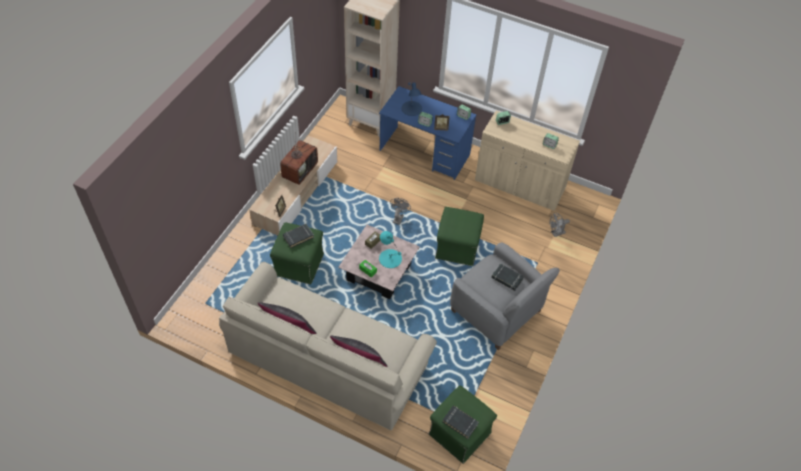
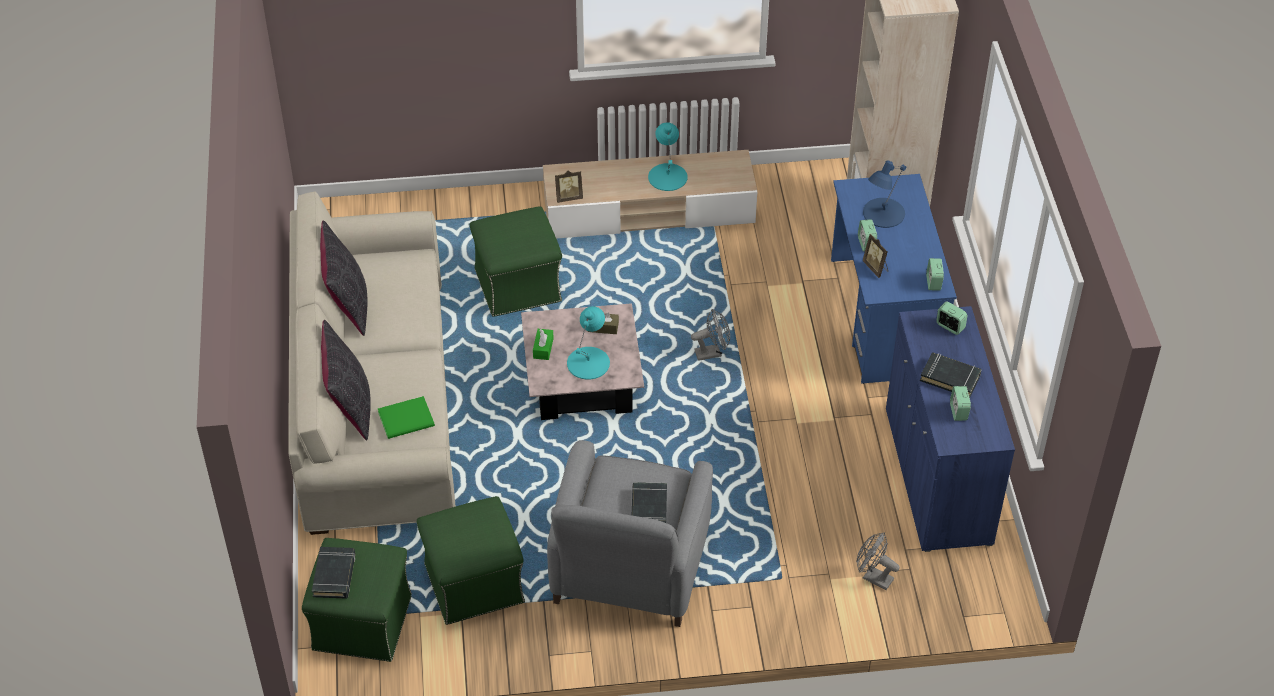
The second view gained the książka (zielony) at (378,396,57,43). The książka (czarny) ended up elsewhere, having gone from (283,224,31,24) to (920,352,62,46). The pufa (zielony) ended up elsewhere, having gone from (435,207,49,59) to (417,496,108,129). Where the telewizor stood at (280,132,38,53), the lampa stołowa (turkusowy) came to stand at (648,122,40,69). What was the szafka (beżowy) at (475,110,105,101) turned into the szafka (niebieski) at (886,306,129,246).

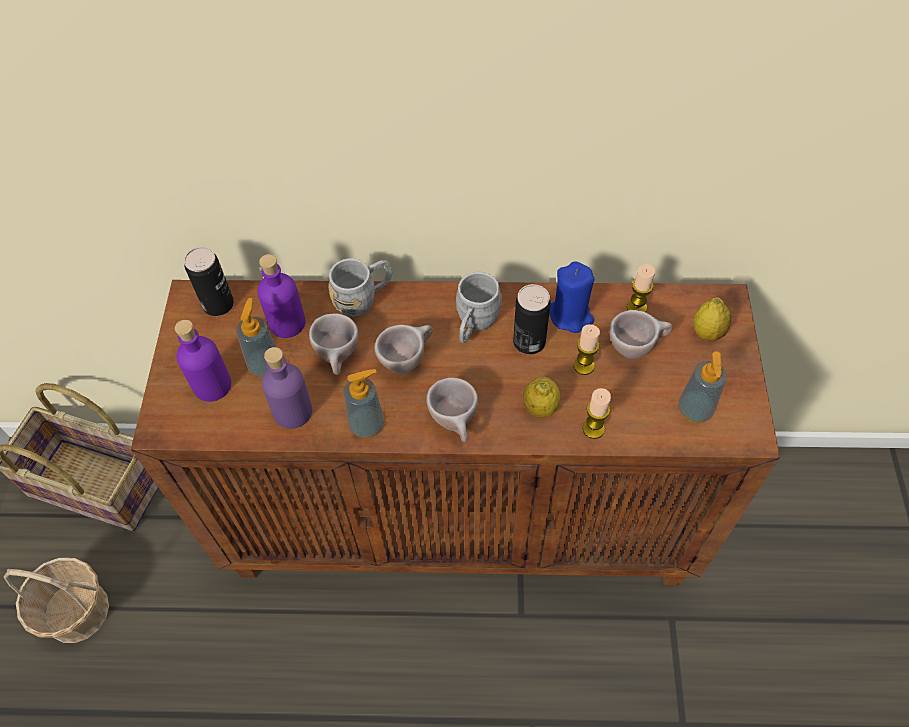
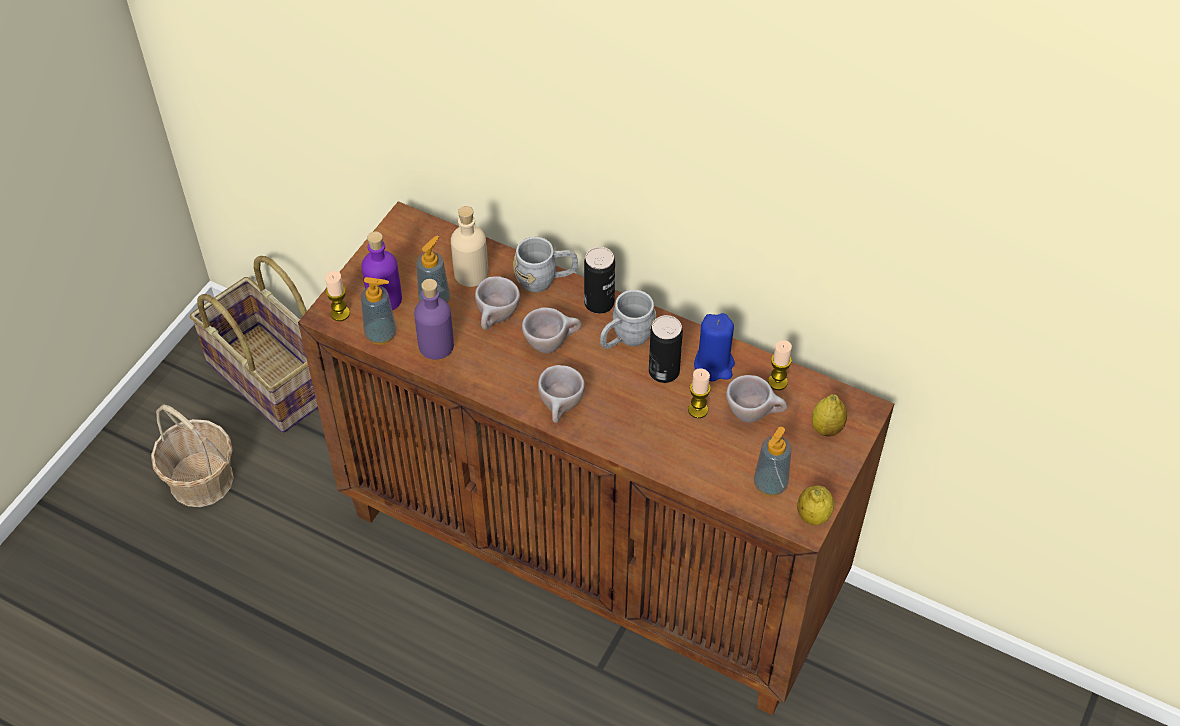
The puszka ended up elsewhere, having gone from (184,247,50,69) to (584,247,31,67). The dozownik mydła ended up elsewhere, having gone from (344,369,41,69) to (361,277,35,68). The cytryna ended up elsewhere, having gone from (523,377,37,41) to (797,486,37,39). The świeca ended up elsewhere, having gone from (583,388,28,51) to (325,271,25,50). What was the butelka (fioletowy) at (257,254,49,84) turned into the butelka (beżowy) at (451,206,37,81).

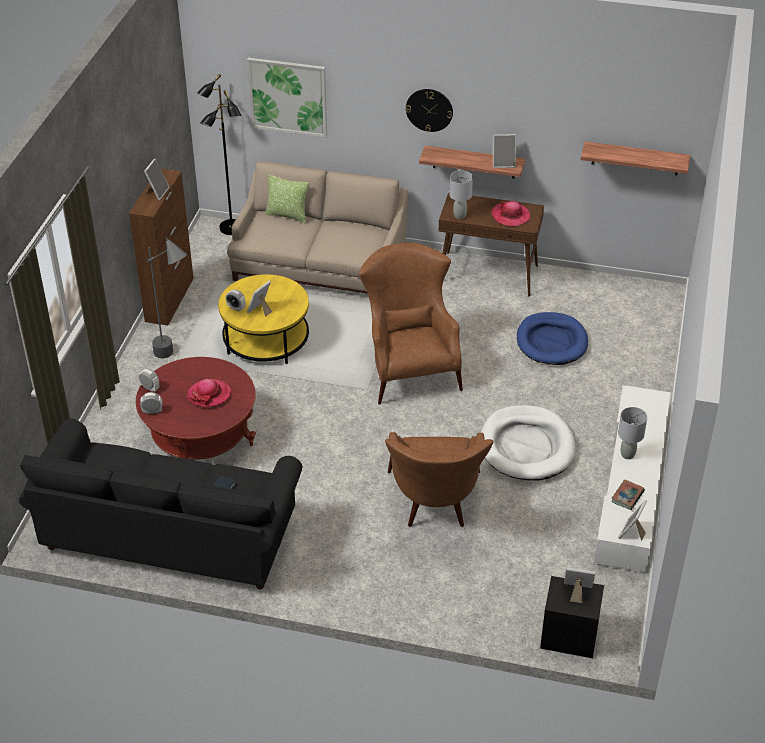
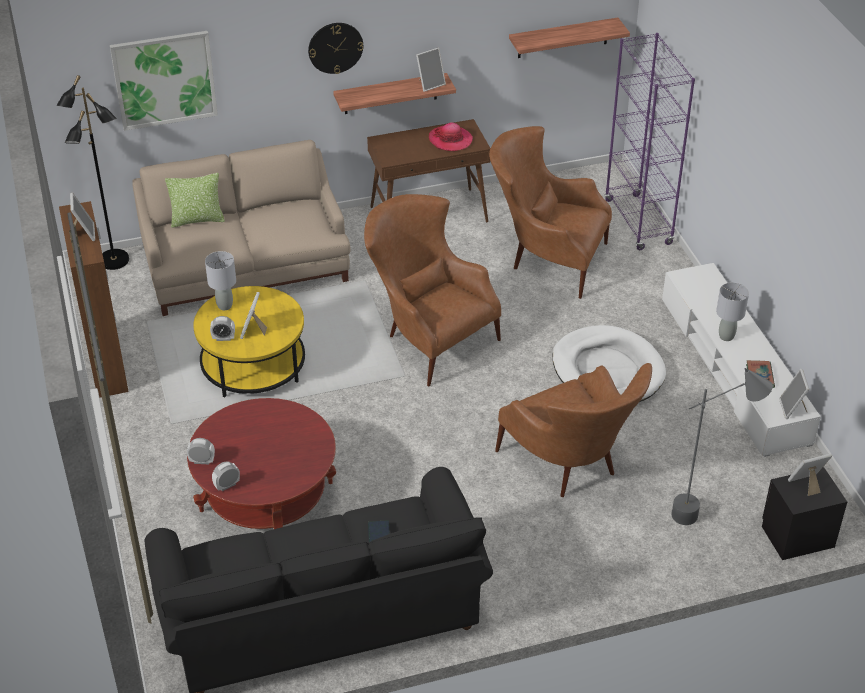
The second view lost the kapelusz at (187,379,44,28). The second view gained the regał (fioletowy) at (605,33,90,217). The lampa stojąca (szary) ended up elsewhere, having gone from (145,237,42,121) to (671,368,102,157). The lampa stołowa (szary) ended up elsewhere, having gone from (449,170,24,49) to (205,251,31,59). Where the legowisko (niebieski) stood at (517,312,71,53), the fotel (brązowy) came to stand at (489,126,123,173).

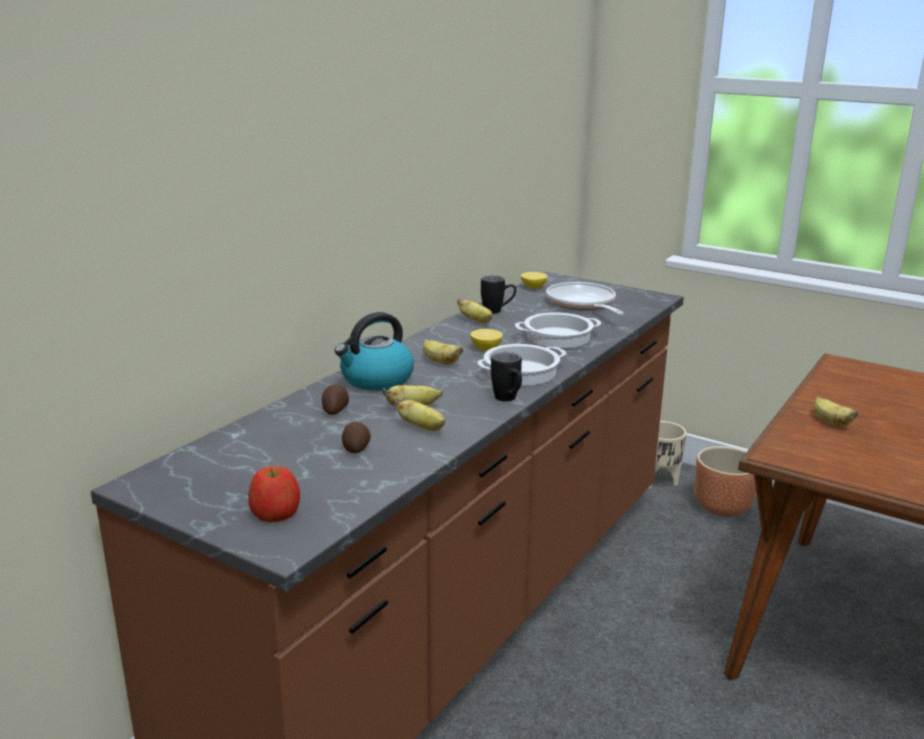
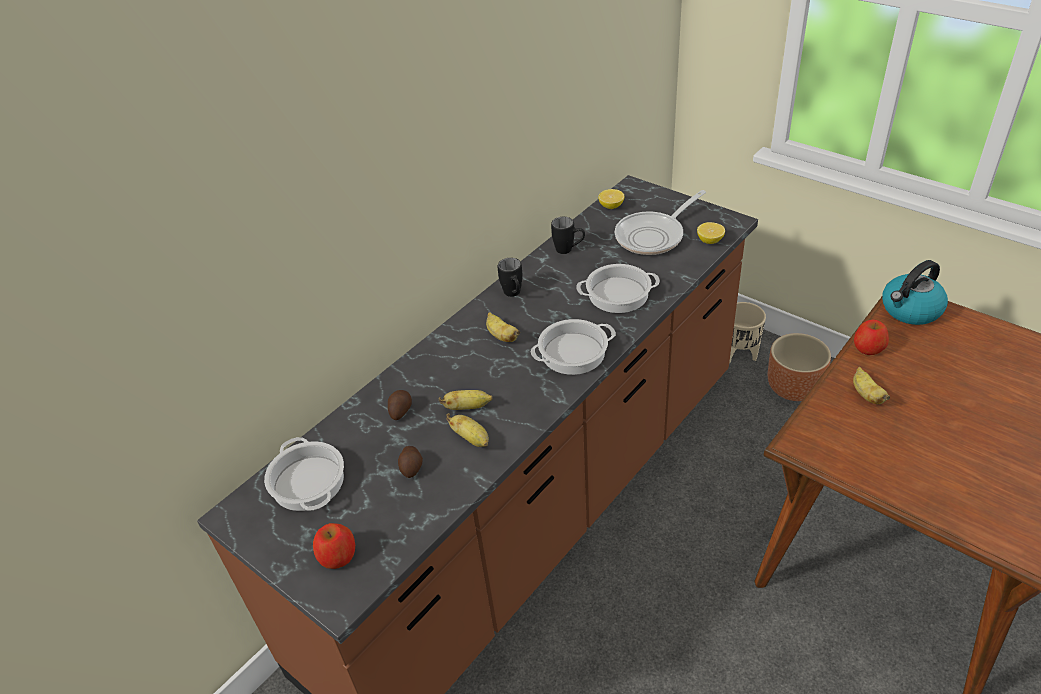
The second view lost the banan at (457,298,36,25). The second view gained the garnek at (264,437,80,74). The second view gained the jabłko at (854,320,35,35). The czajnik ended up elsewhere, having gone from (334,312,80,79) to (882,260,66,65). The cytryna ended up elsewhere, having gone from (470,329,33,21) to (697,222,28,22). The kubek (czarny) ended up elsewhere, having gone from (491,352,31,49) to (498,258,24,39). The patelnia at (546,282,78,33) ended up facing another way, 120 degrees counterclockwise from before.

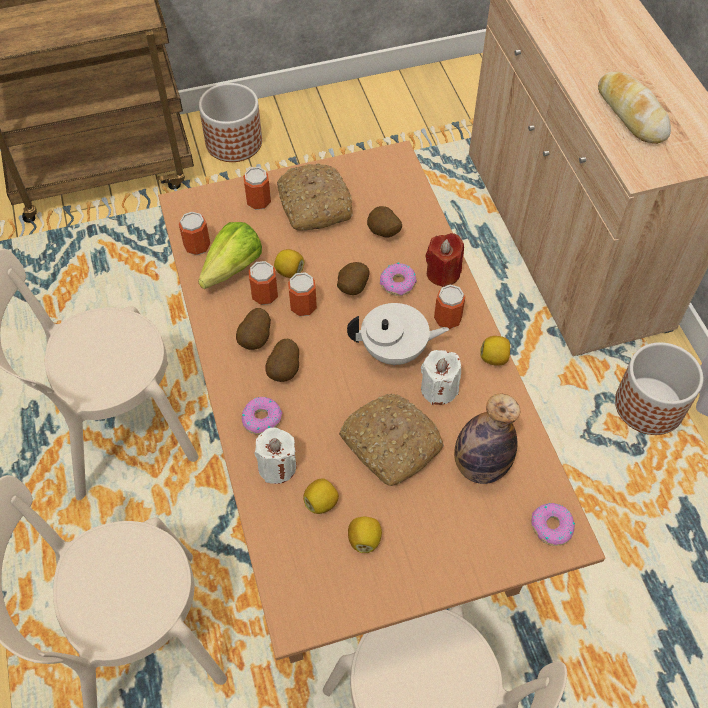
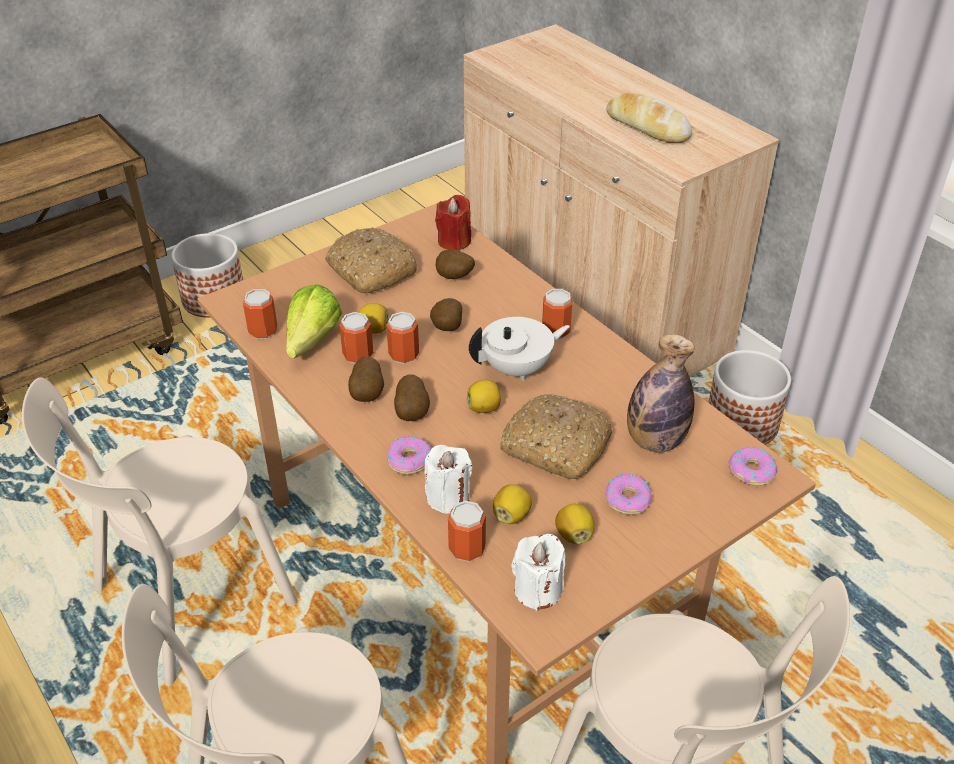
The puszka ended up elsewhere, having gone from (243,167,28,43) to (448,501,38,61). The donut ended up elsewhere, having gone from (380,263,37,33) to (605,474,47,40). The świeca (biały) ended up elsewhere, having gone from (421,350,40,55) to (511,534,54,77). The świeca (czerwony) ended up elsewhere, having gone from (425,233,39,54) to (435,195,36,56). The cytryna ended up elsewhere, having gone from (480,336,30,30) to (466,380,35,33).

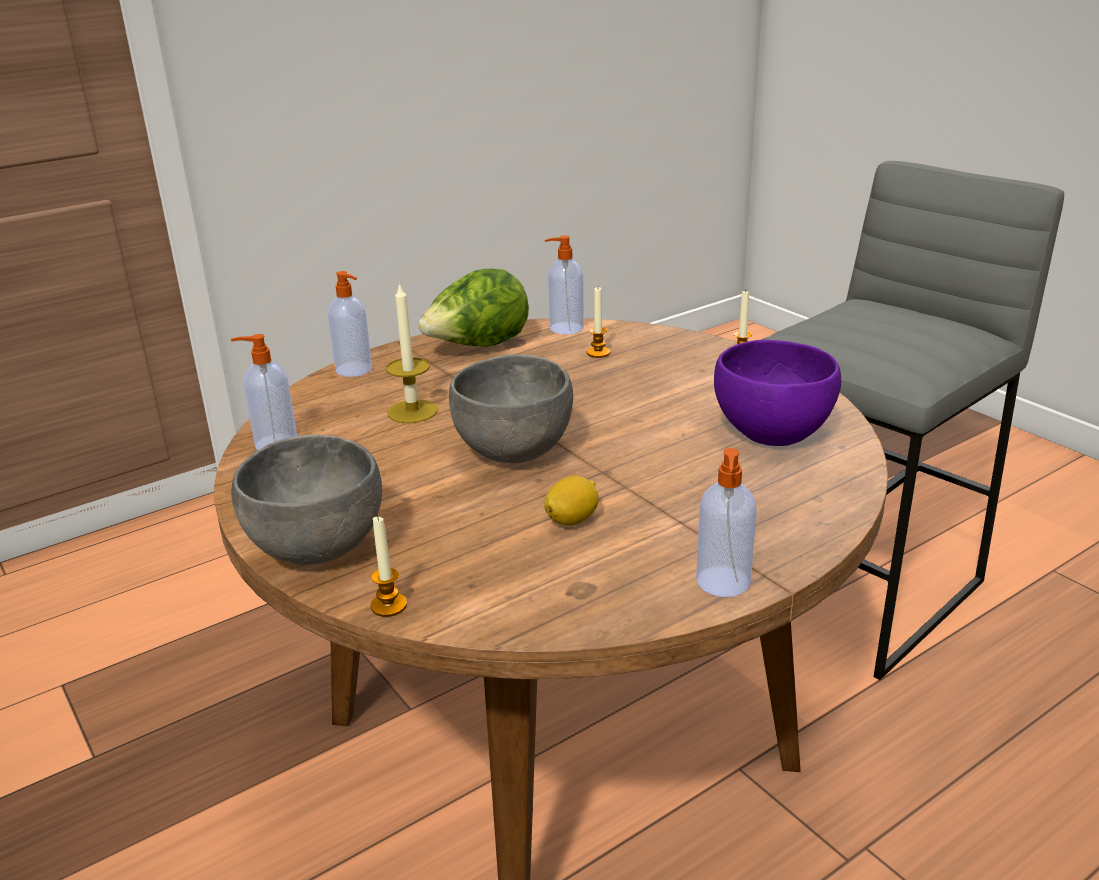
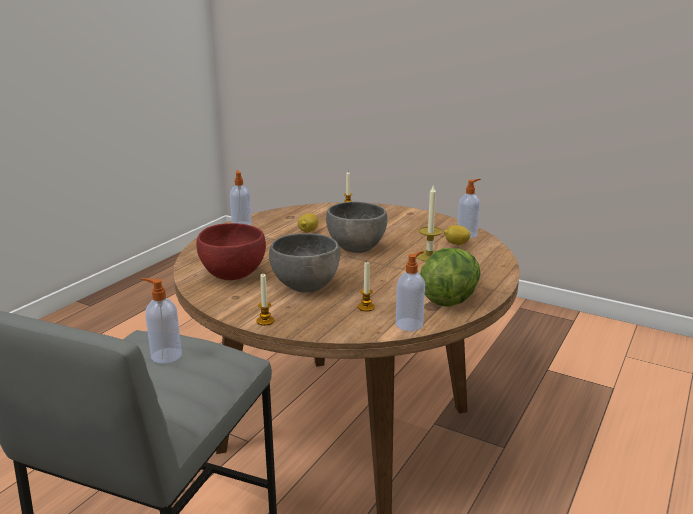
The second view gained the cytryna at (444,225,27,20). The miska (szary) ended up elsewhere, having gone from (231,435,151,130) to (269,233,71,59). The dozownik mydła ended up elsewhere, having gone from (328,271,44,106) to (141,278,41,86). What was the miska (fioletowy) at (714,340,127,106) turned into the miska (czerwony) at (196,223,70,57).

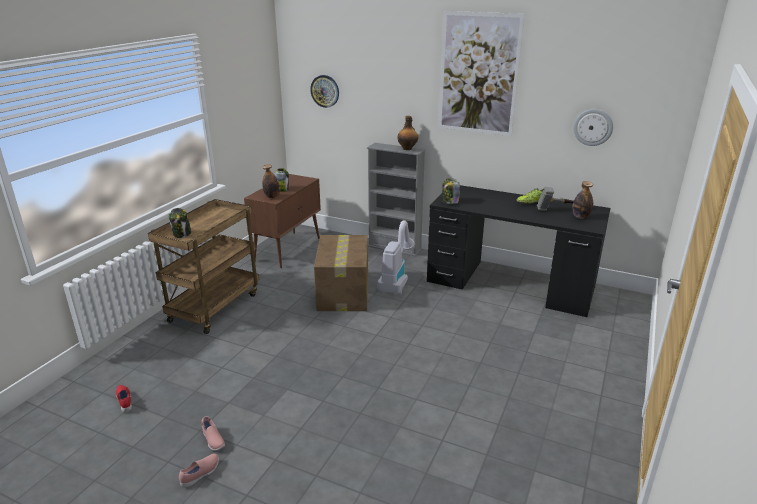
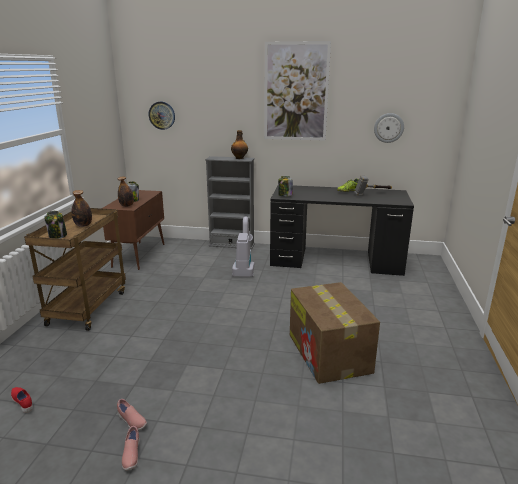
The karton ended up elsewhere, having gone from (314,235,54,76) to (290,282,90,102). The butelka ended up elsewhere, having gone from (572,181,21,38) to (72,190,20,37). The but (różowy) at (179,453,40,35) ended up facing another way, 150 degrees clockwise from before.

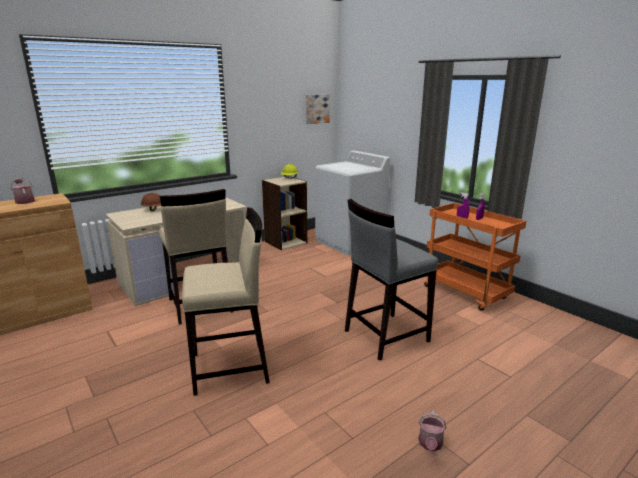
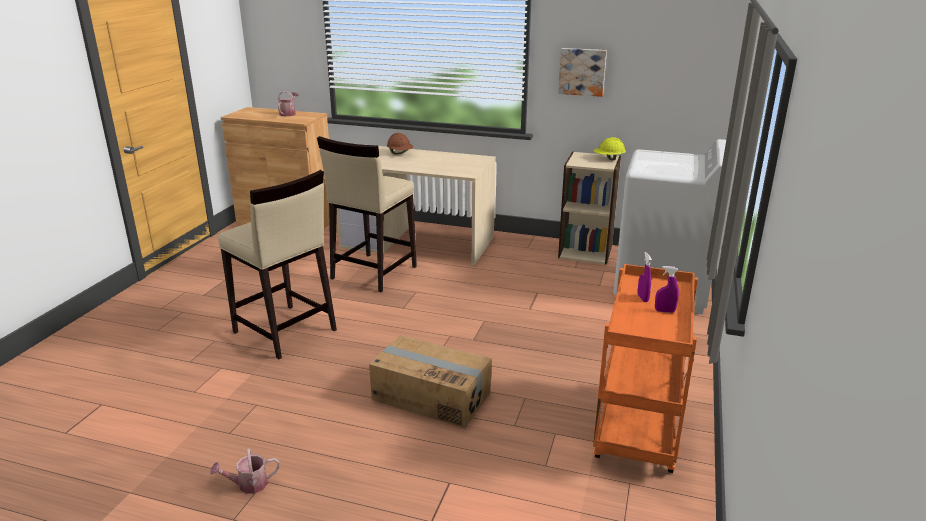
The obraz ended up elsewhere, having gone from (306,94,24,30) to (558,48,49,49). Where the stołek (szary) stood at (345,199,93,162), the karton came to stand at (369,335,123,93).

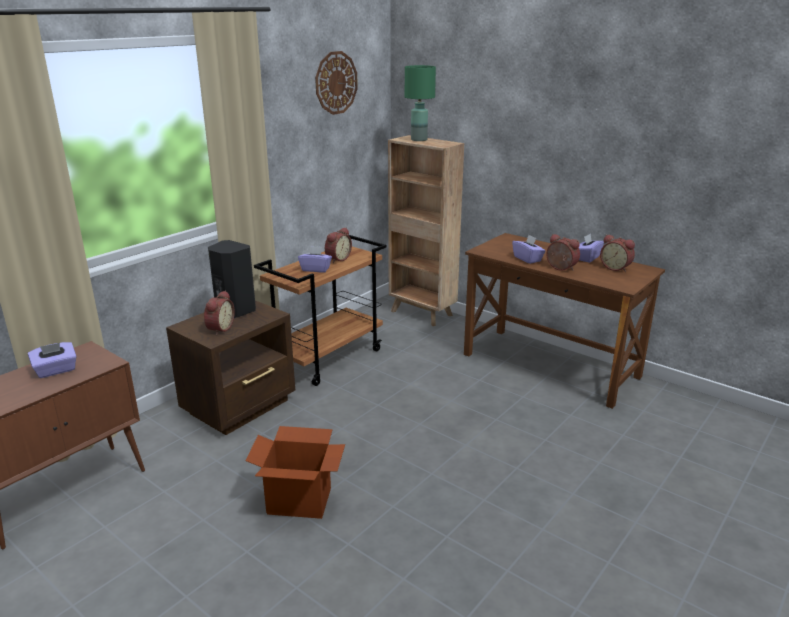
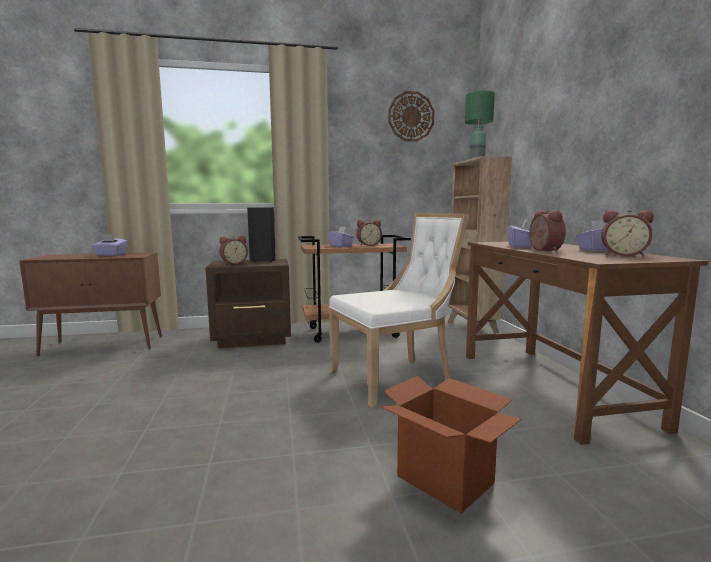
The second view gained the krzesło (biały) at (329,213,140,194). The karton ended up elsewhere, having gone from (245,426,100,93) to (380,376,142,137). The budzik at (600,234,35,38) ended up facing another way, 60 degrees counterclockwise from before.

